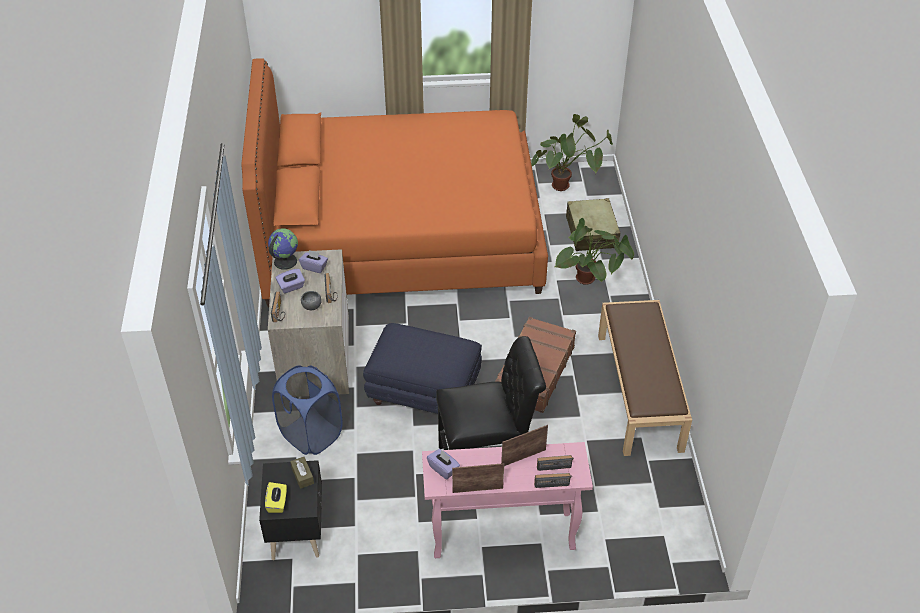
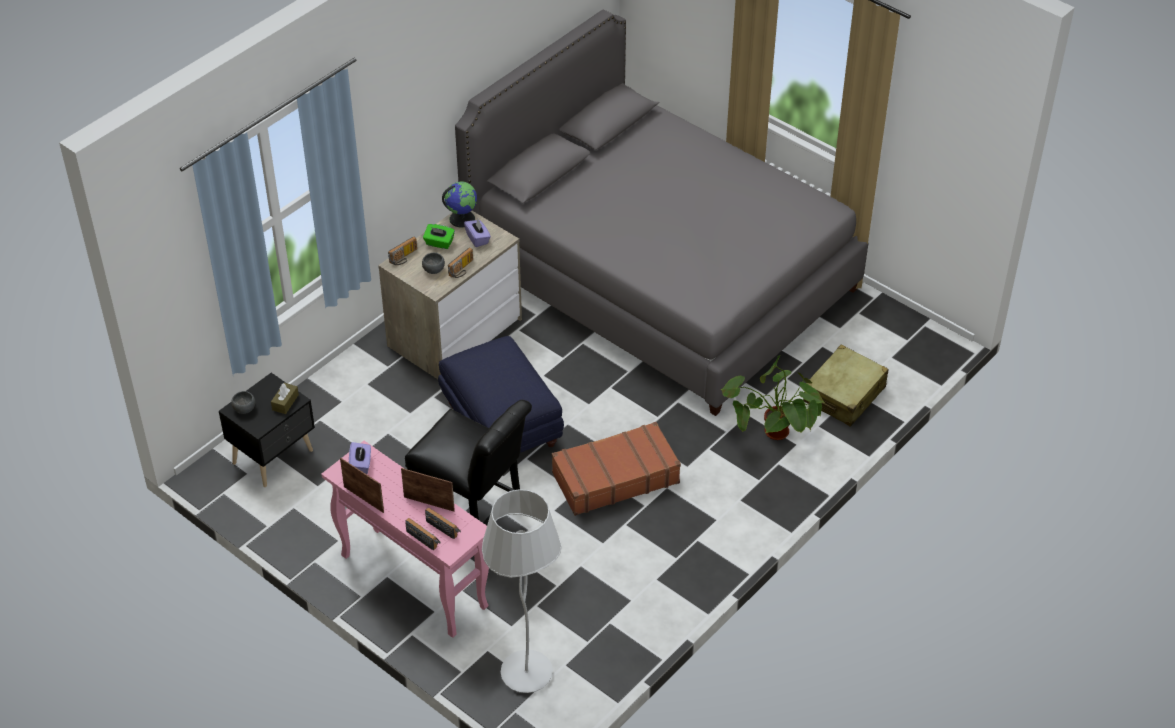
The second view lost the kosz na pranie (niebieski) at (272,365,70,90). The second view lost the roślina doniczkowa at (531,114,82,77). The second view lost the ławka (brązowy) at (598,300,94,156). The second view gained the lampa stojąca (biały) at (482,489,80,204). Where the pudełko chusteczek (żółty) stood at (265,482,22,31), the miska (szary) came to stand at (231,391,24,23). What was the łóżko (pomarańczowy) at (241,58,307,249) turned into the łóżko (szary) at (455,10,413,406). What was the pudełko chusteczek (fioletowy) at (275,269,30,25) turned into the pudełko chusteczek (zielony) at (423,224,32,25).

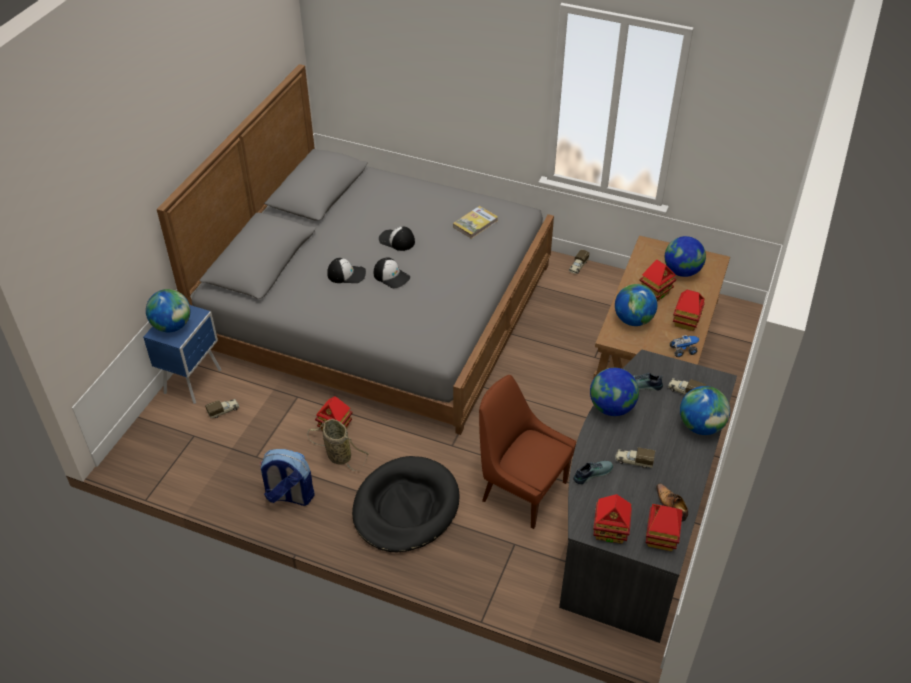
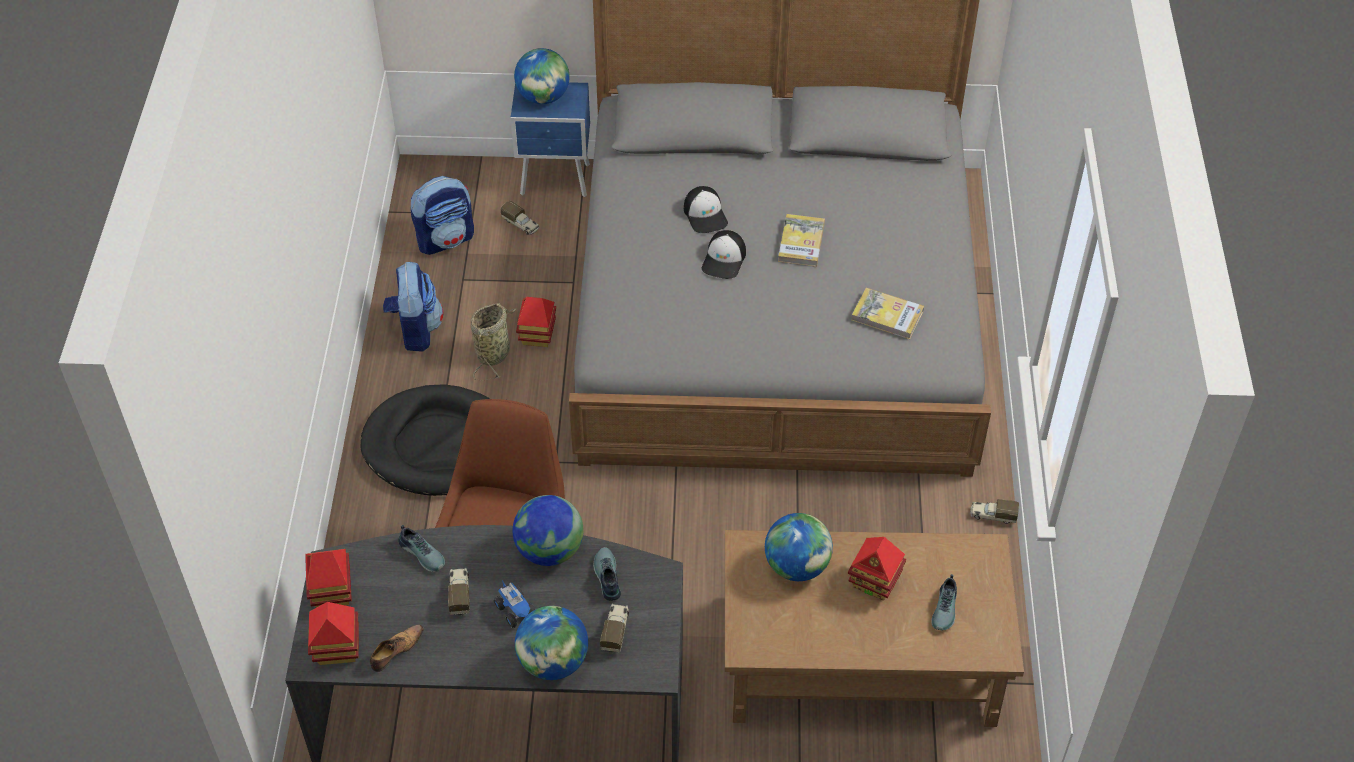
The second view lost the domek at (673,290,32,41). The second view gained the plecak at (410,176,64,79). The ciężarówka zabawkowa ended up elsewhere, having gone from (670,335,29,22) to (494,580,41,48). Where the czapka z daszkiem stood at (379,226,36,25), the książka came to stand at (778,214,47,53). Where the globus stood at (665,236,41,41), the but came to stand at (931,574,26,56).

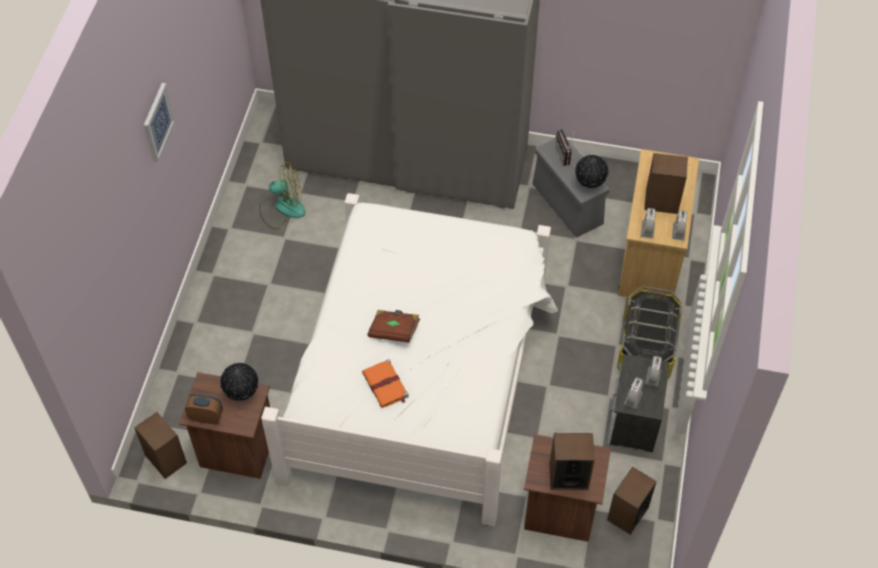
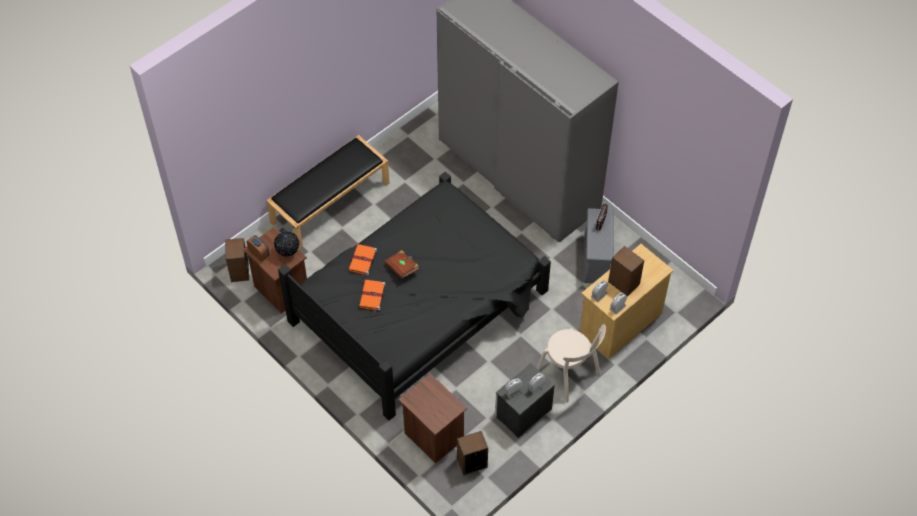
The second view lost the obraz at (144,83,31,79). The second view lost the wentylator at (259,162,46,68). The second view lost the głośnik at (549,433,46,57). The second view lost the globus at (575,155,33,33). The second view gained the ławka (czarny) at (266,135,123,115). The second view gained the książka (pomarańczowy) at (348,244,29,33). Where the pojemnik do przechowywania stood at (617,286,65,92), the krzesło (beżowy) came to stand at (537,324,69,79). What was the łóżko (biały) at (261,193,297,333) turned into the łóżko (czarny) at (278,172,273,249).

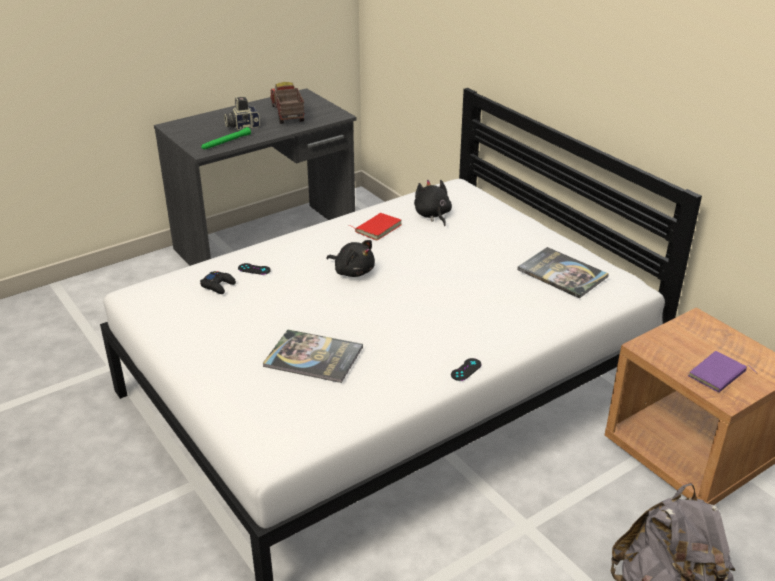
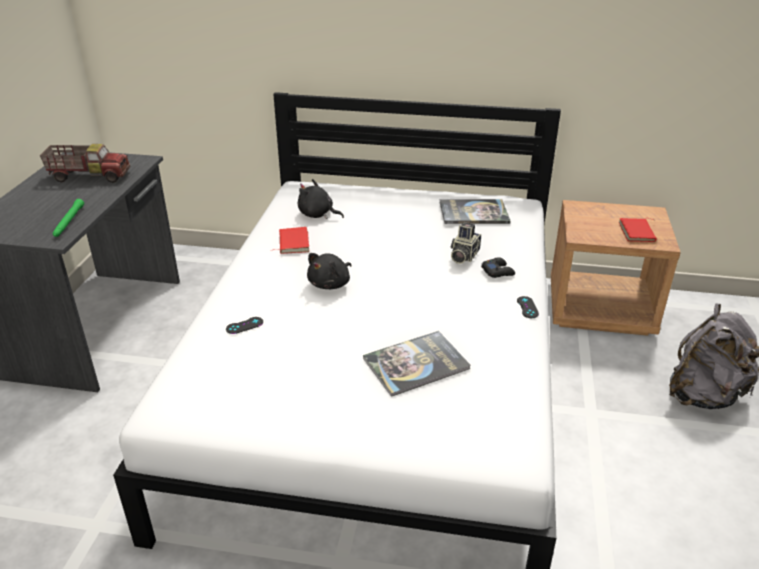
The pad do gier (czarny) ended up elsewhere, having gone from (200,271,36,23) to (481,257,34,21). The aparat fotograficzny ended up elsewhere, having gone from (224,96,36,34) to (451,222,30,42). What was the książka (fioletowy) at (688,351,69,42) turned into the książka (czerwony) at (619,218,38,24). The ciężarówka zabawkowa at (270,82,34,42) ended up facing another way, 150 degrees clockwise from before. The pluszak (czarny) at (326,240,49,37) ended up facing another way, 135 degrees clockwise from before.

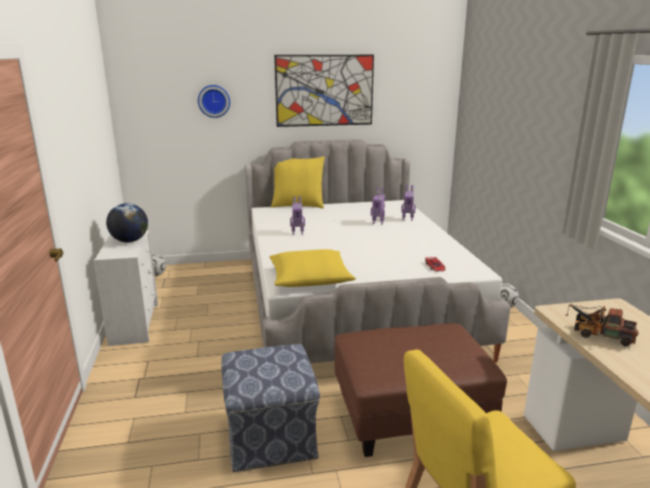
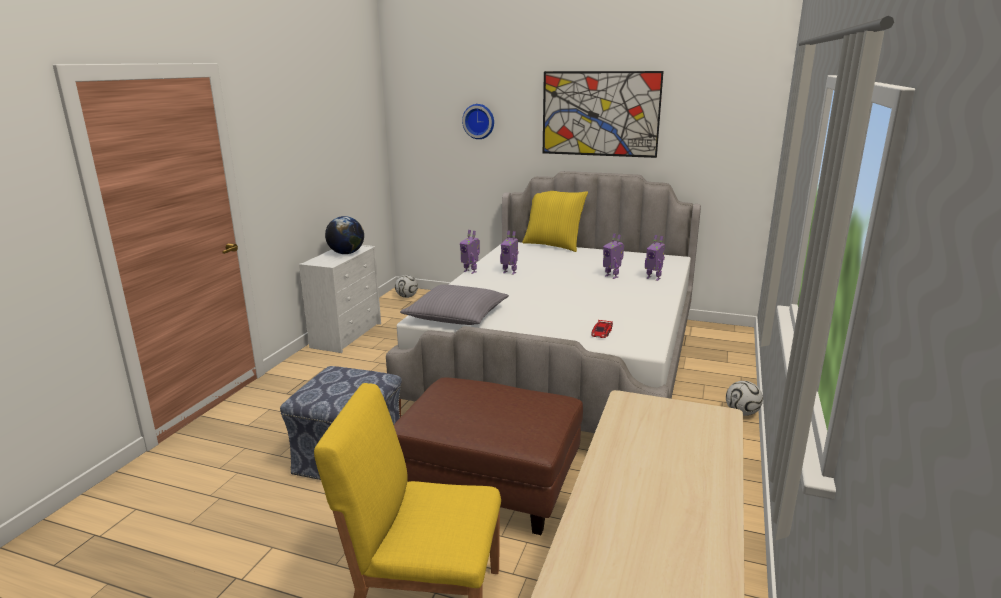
The second view lost the ciężarówka zabawkowa at (565,304,74,42). The second view gained the robot zabawkowy at (460,230,20,44). What was the poduszka (żółty) at (269,249,87,38) turned into the poduszka (szary) at (400,284,109,41).

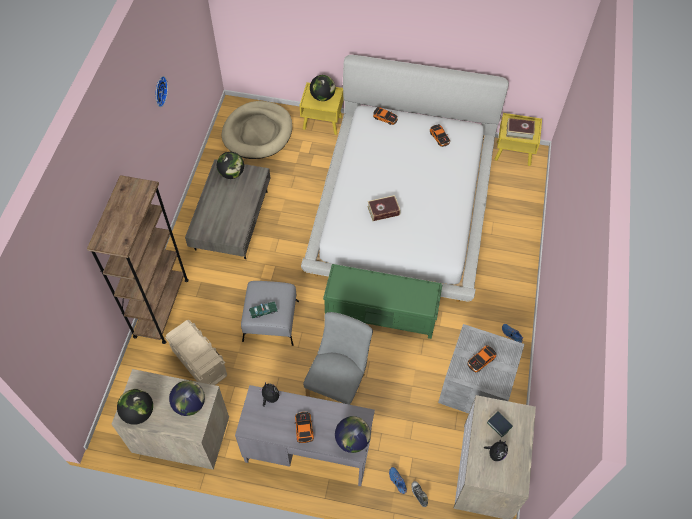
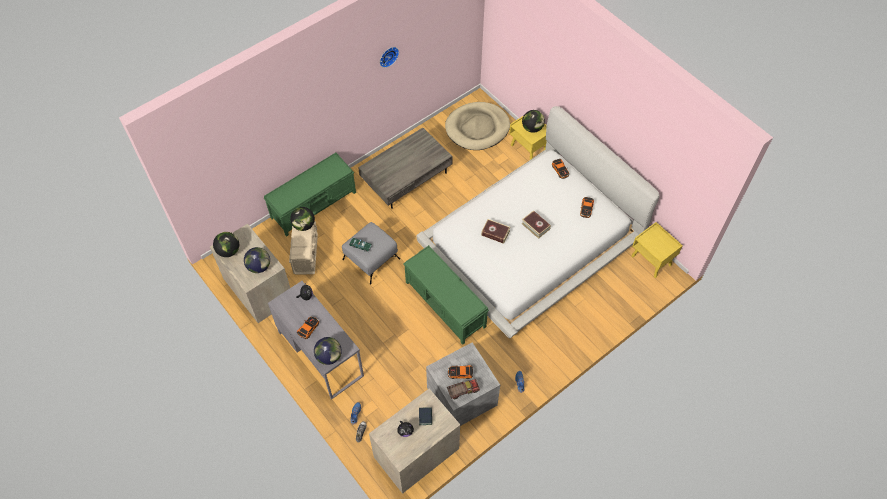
The second view lost the krzesło (szary) at (303,312,70,93). The second view gained the ciężarówka zabawkowa at (447,379,33,20). The globus ended up elsewhere, having gone from (217,152,27,27) to (290,207,25,24). The książka ended up elsewhere, having gone from (506,118,29,22) to (521,210,30,29). Where the regał (brązowy) stood at (87,175,102,169), the ławka (zielony) came to stand at (264,153,92,84).

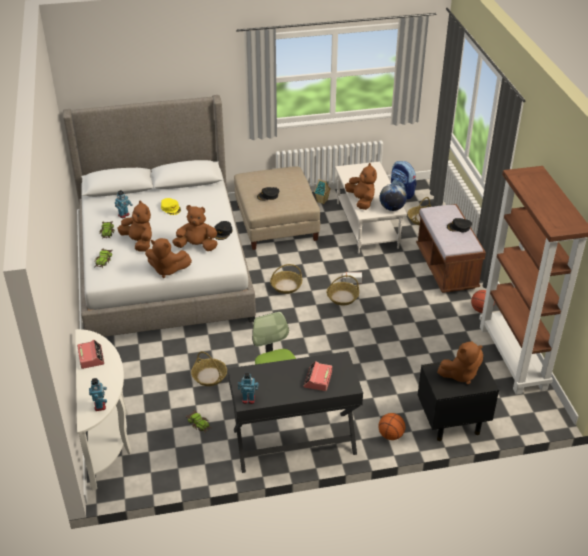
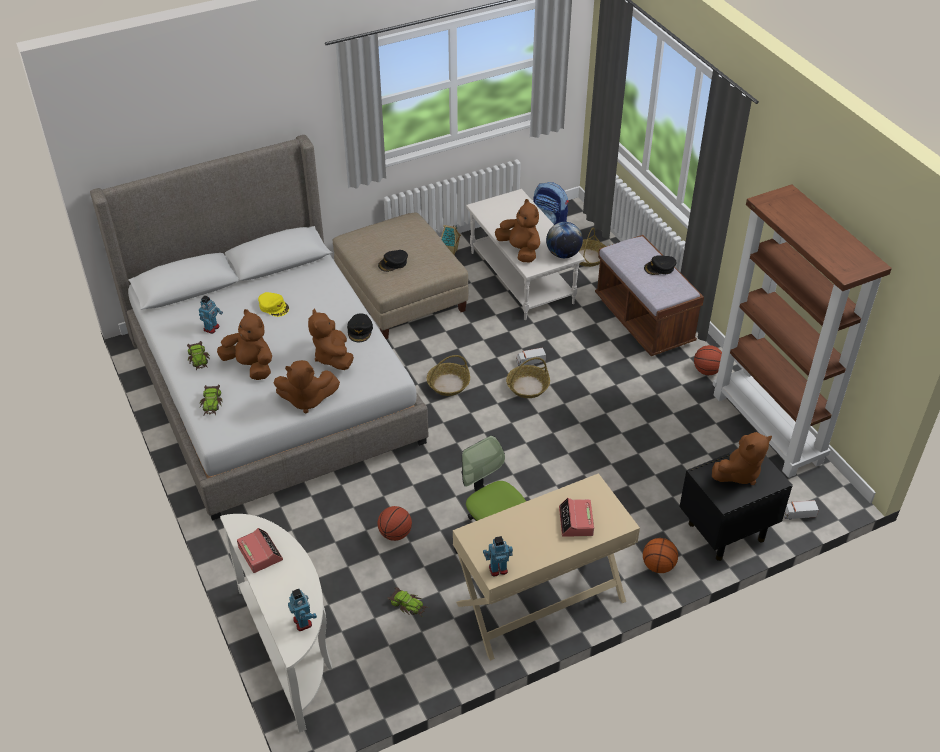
The second view gained the ciężarówka zabawkowa at (784,500,35,19). Where the koszyk stood at (191,351,36,35), the piłka do koszykówki came to stand at (378,506,34,35). What was the biurko (czarny) at (228,351,135,122) turned into the biurko (beżowy) at (453,473,187,188). The pluszak (brązowy) at (172,205,46,46) ended up facing another way, 90 degrees counterclockwise from before.

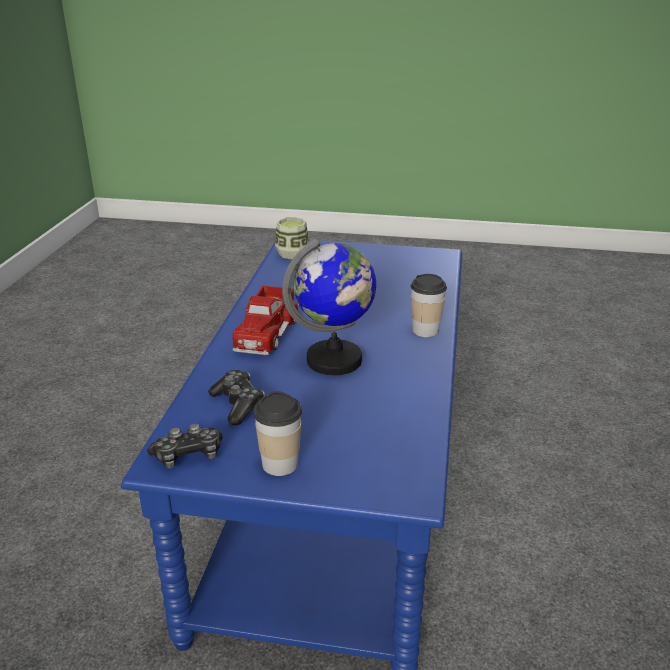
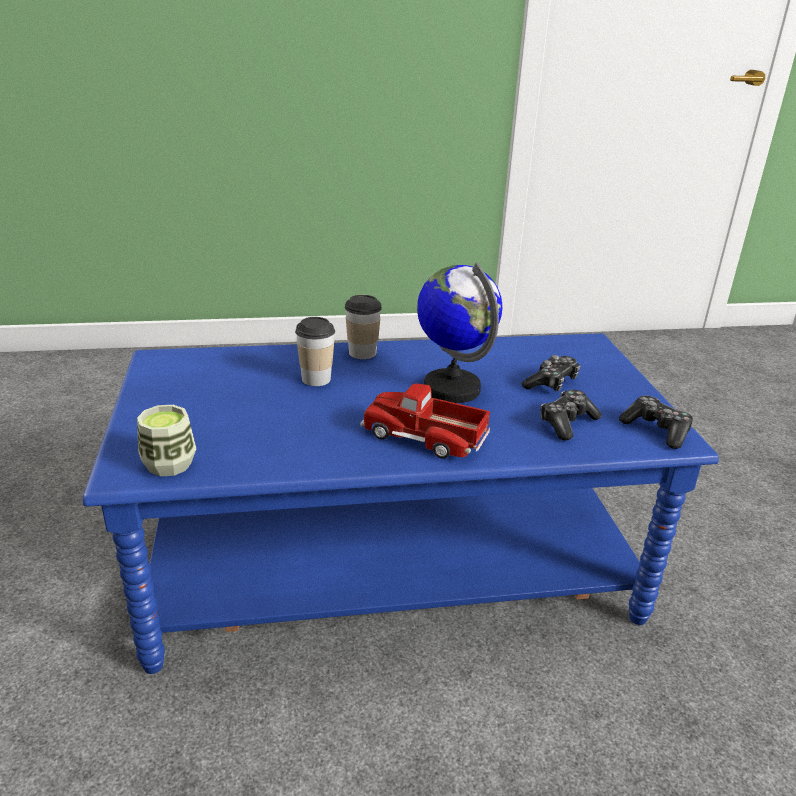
The second view gained the pad do gier at (522,355,58,37). The filiżanka ended up elsewhere, having gone from (253,391,49,85) to (295,317,40,69). The ciężarówka zabawkowa at (233,286,66,69) ended up facing another way, 150 degrees counterclockwise from before.

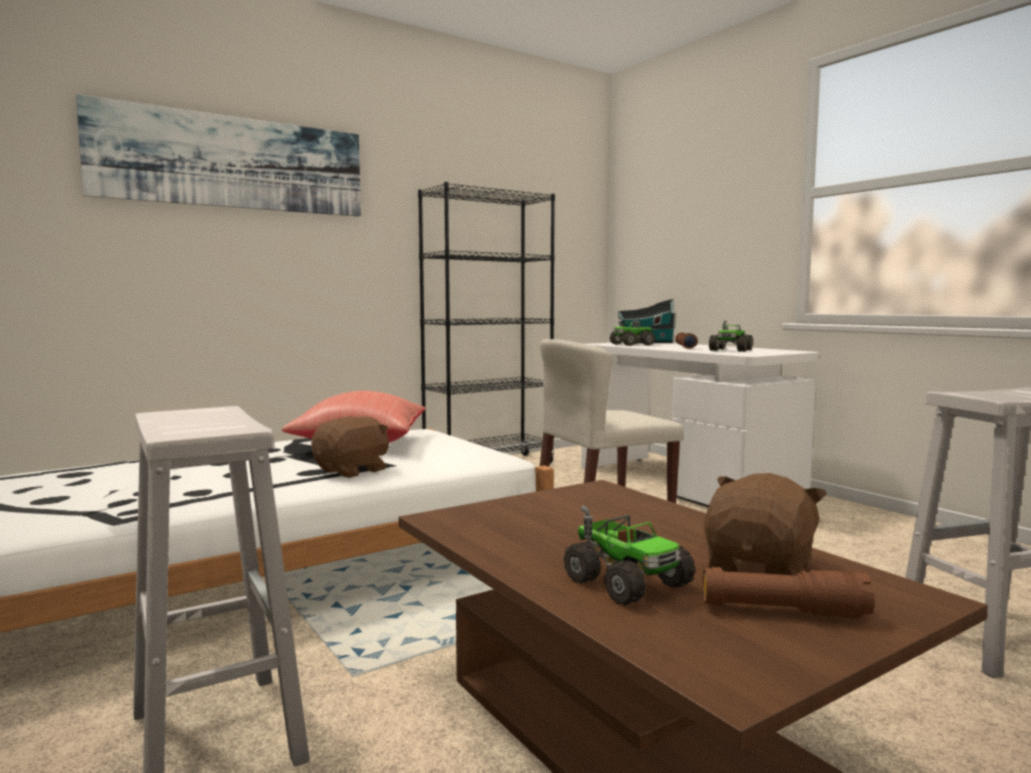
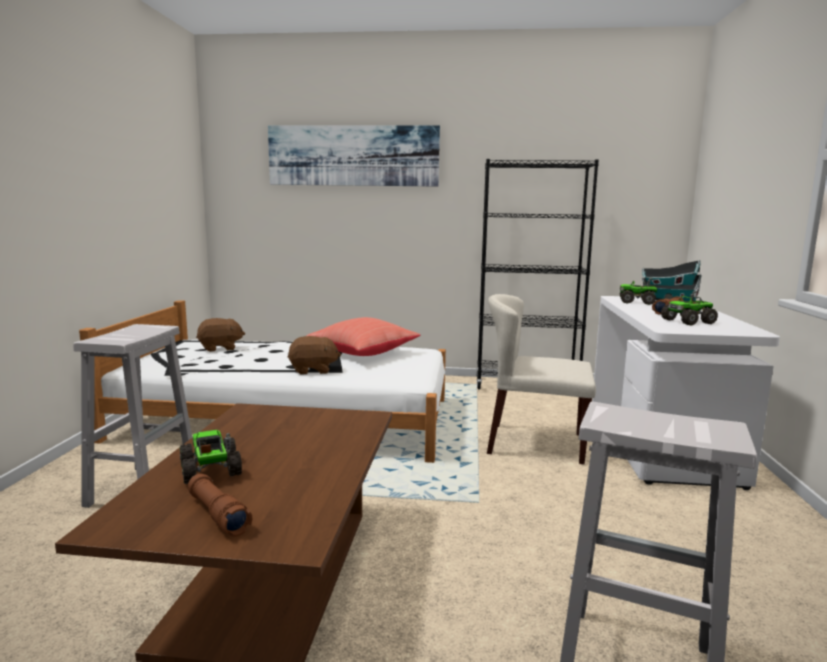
The pluszak (brązowy) ended up elsewhere, having gone from (704,473,123,102) to (196,318,49,34). The ciężarówka zabawkowa at (564,505,131,101) ended up facing another way, 150 degrees clockwise from before.

